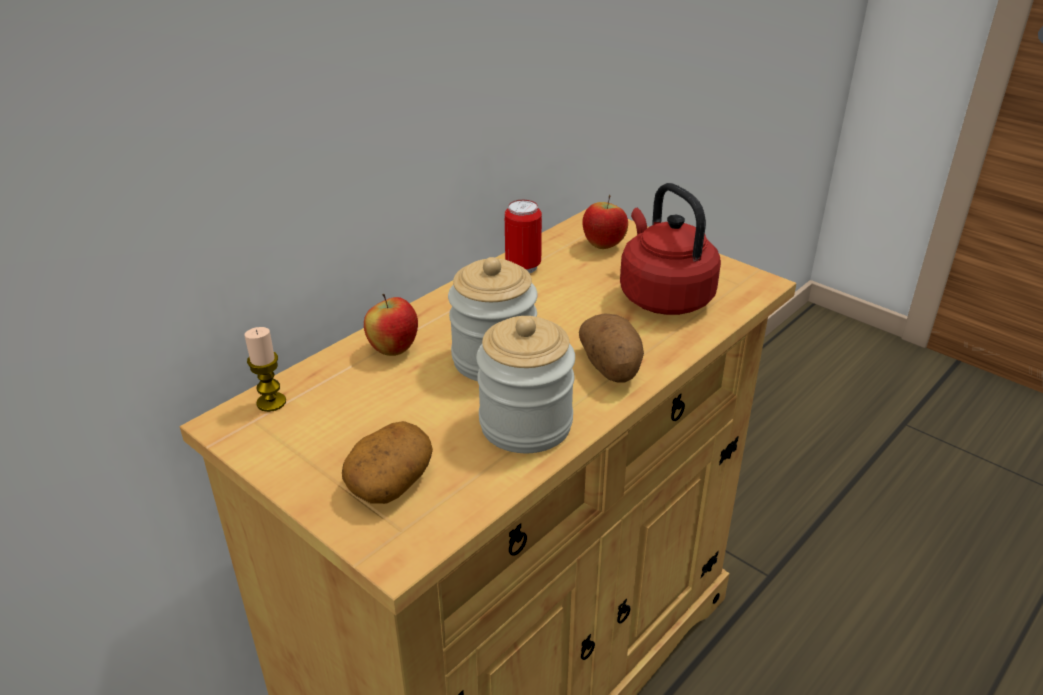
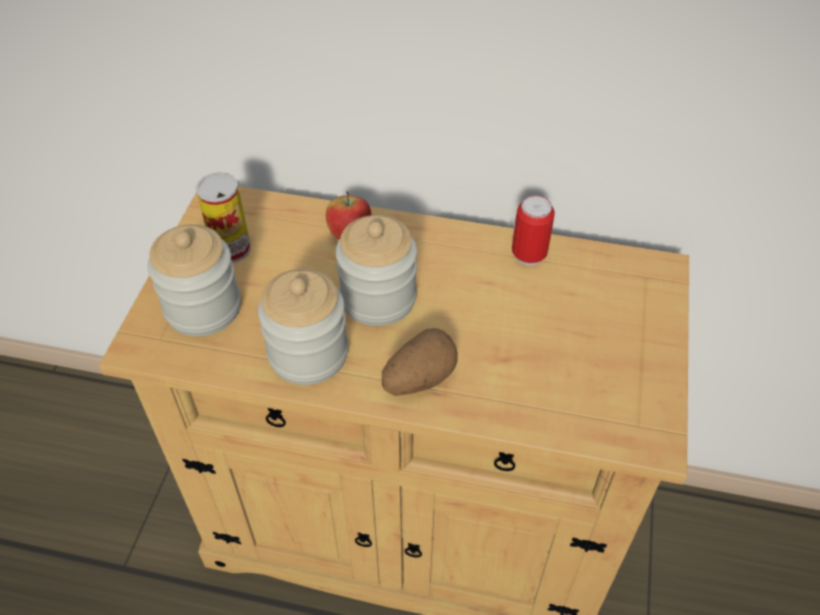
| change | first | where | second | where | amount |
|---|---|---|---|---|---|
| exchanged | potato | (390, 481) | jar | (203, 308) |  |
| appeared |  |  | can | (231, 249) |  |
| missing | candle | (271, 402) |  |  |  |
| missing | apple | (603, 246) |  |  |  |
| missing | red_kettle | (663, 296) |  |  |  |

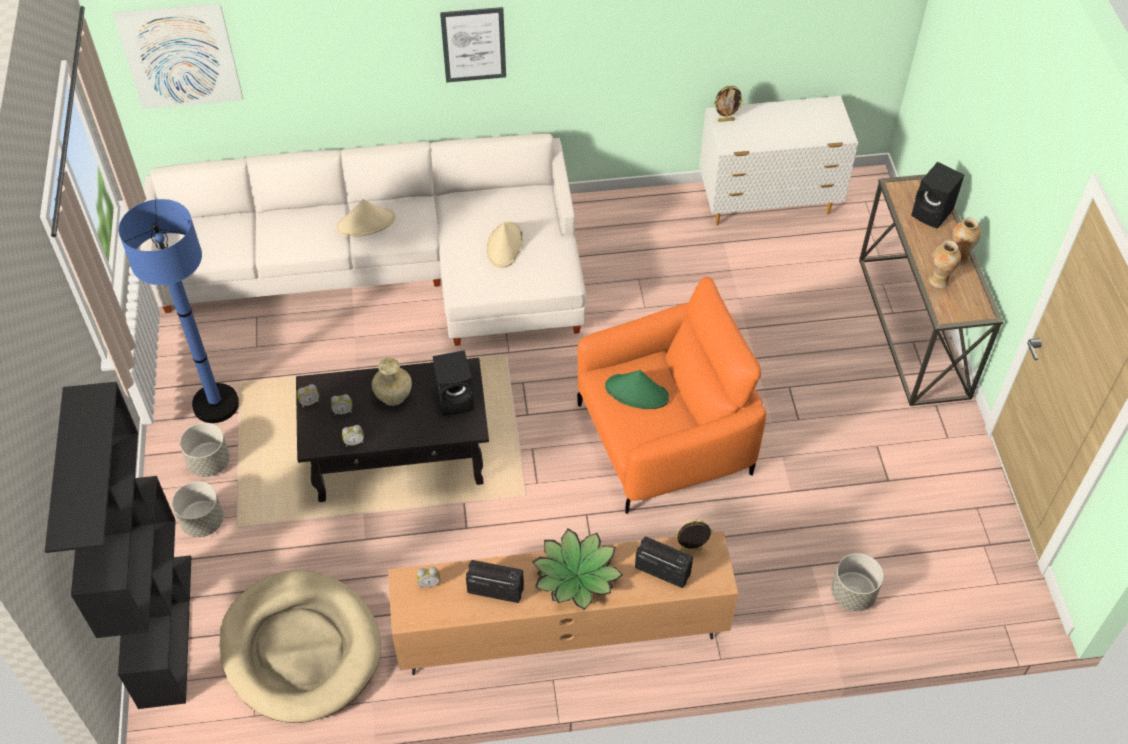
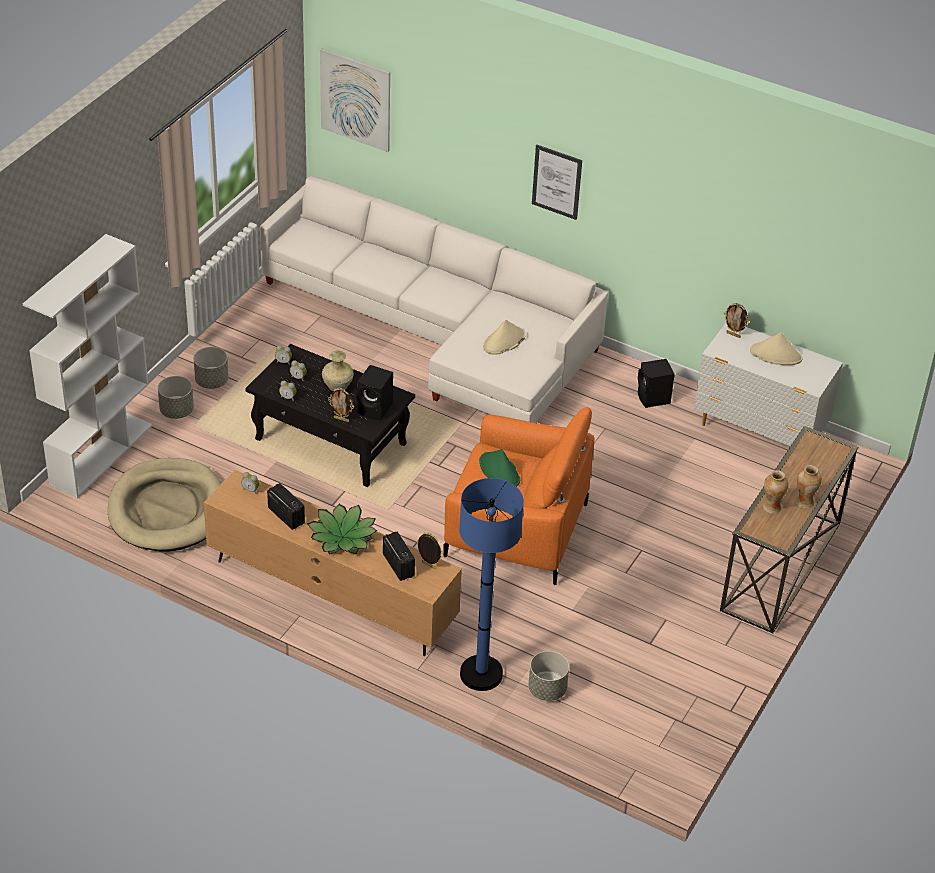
| change | first | where | second | where | amount |
|---|---|---|---|---|---|
| colour | black_bookcase | (164, 629) | white_bookcase | (101, 454) |  |
| appeared |  |  | picture_frame | (341, 419) |  |
| relocated | blue_floor_lamp | (216, 404) |  | (481, 674) |  |
| relocated | black_speaker | (933, 213) |  | (653, 399) |  |
| relocated | beige_hat | (366, 223) |  | (776, 355) |  |

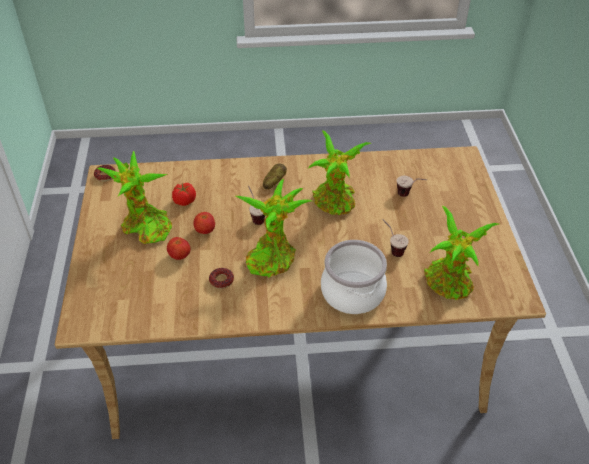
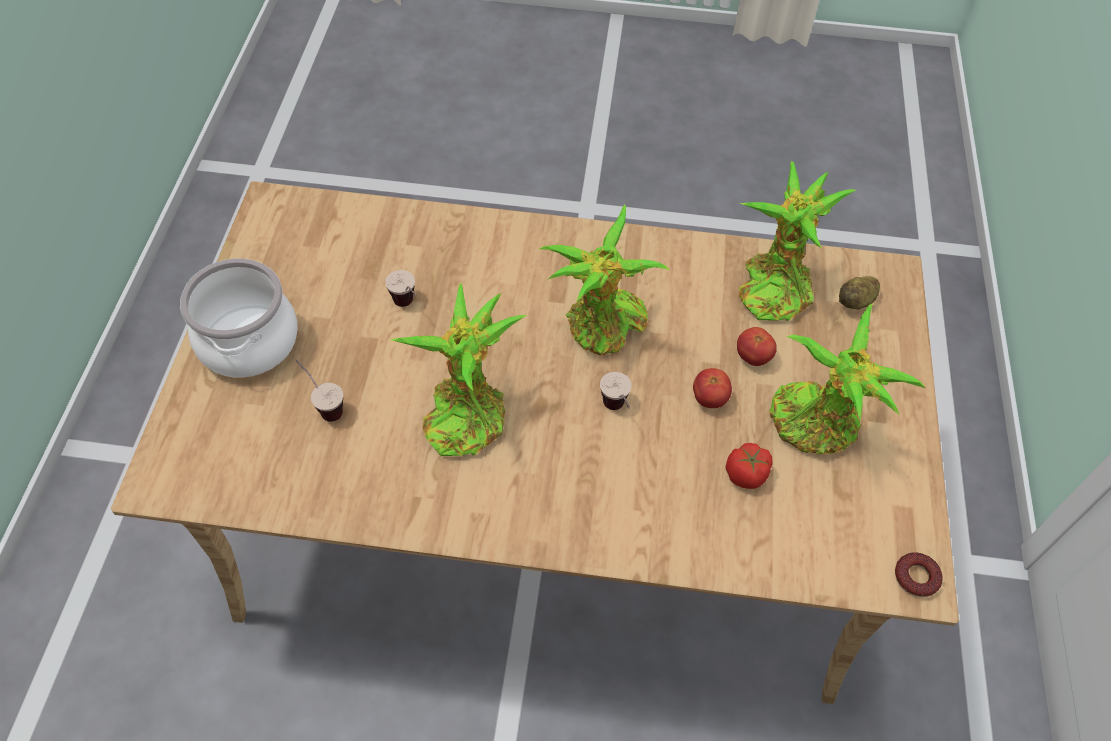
| change | first | where | second | where | amount |
|---|---|---|---|---|---|
| relocated | cooking_pot | (352, 292) |  | (249, 341) |  |
| relocated | potted_plant | (449, 284) |  | (774, 287) |  |
| relocated | potato | (274, 182) |  | (856, 302) |  |
| missing | donut | (221, 280) |  |  |  |

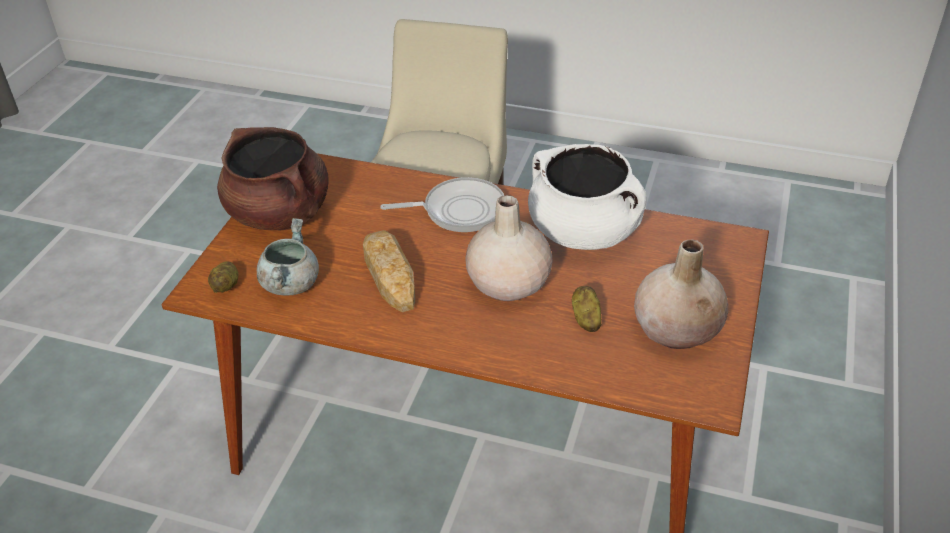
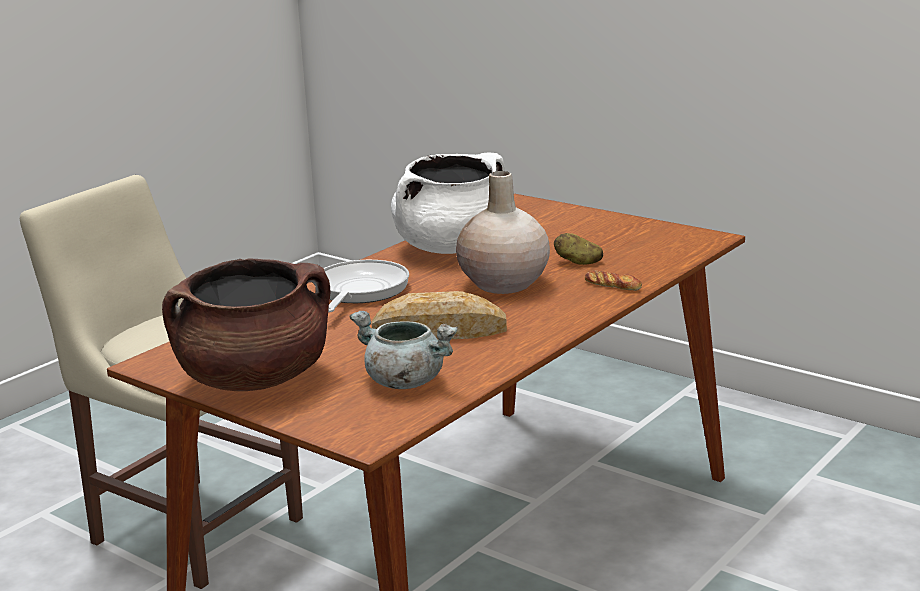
| change | first | where | second | where | amount |
|---|---|---|---|---|---|
| appeared |  |  | bread | (613, 285) |  |
| missing | potato | (226, 285) |  |  |  |
| missing | beige_vase | (677, 330) |  |  |  |

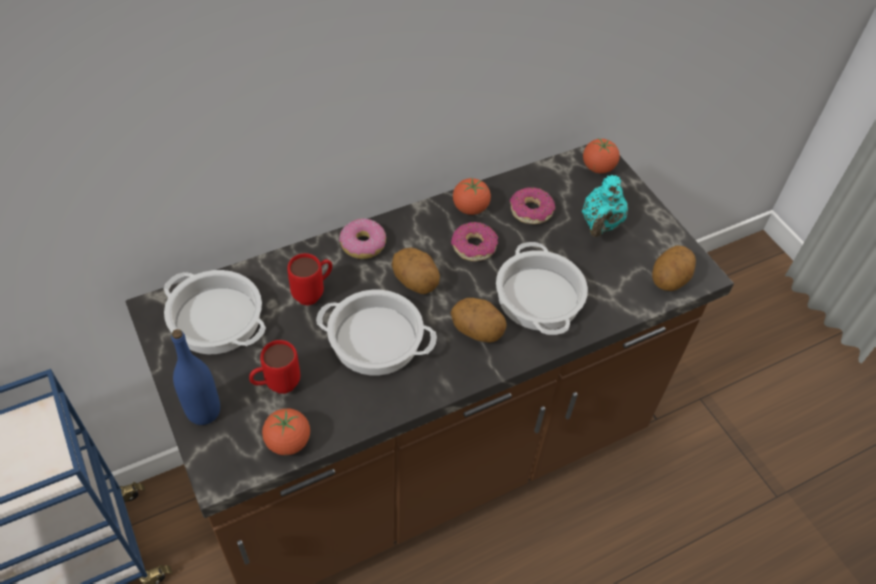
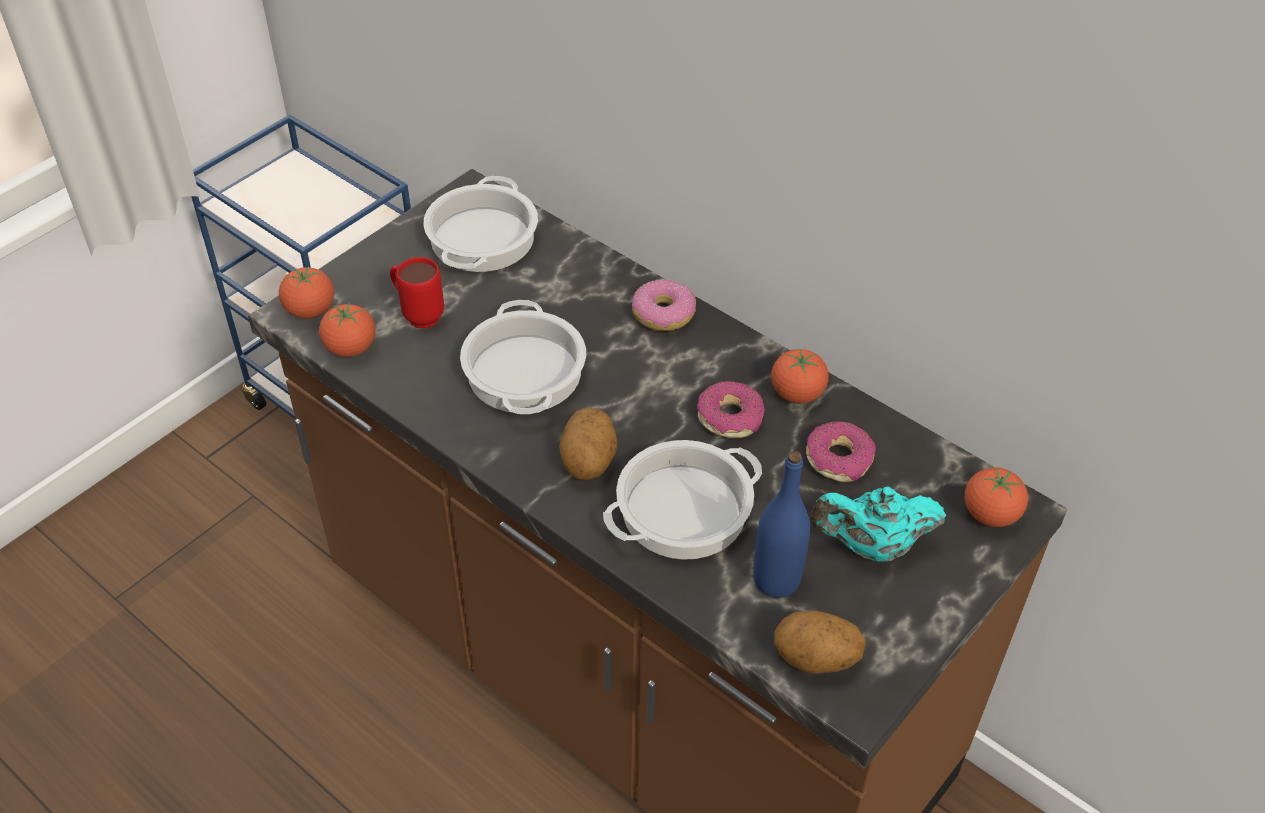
| change | first | where | second | where | amount |
|---|---|---|---|---|---|
| appeared |  |  | tomato | (310, 311) |  |
| relocated | blue_bottle | (203, 411) |  | (776, 580) |  |
| missing | red_mug | (314, 293) |  |  |  |
| missing | potato | (415, 282) |  |  |  |

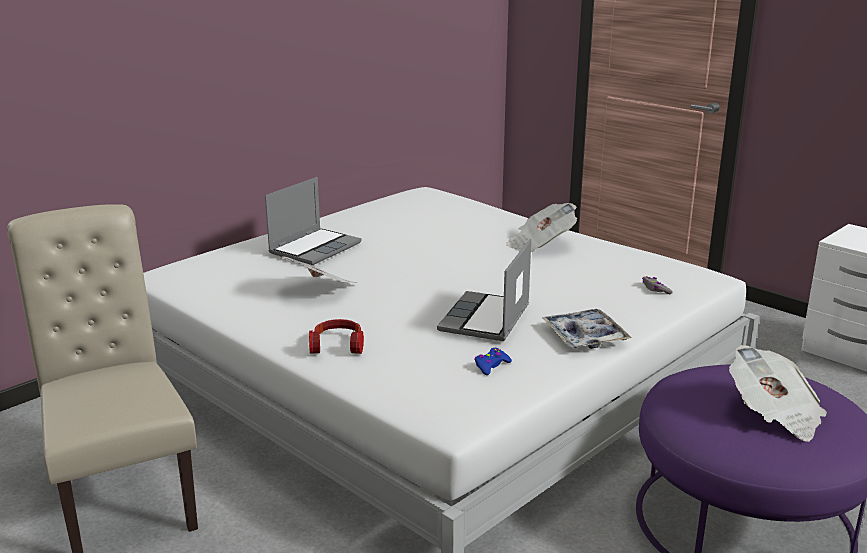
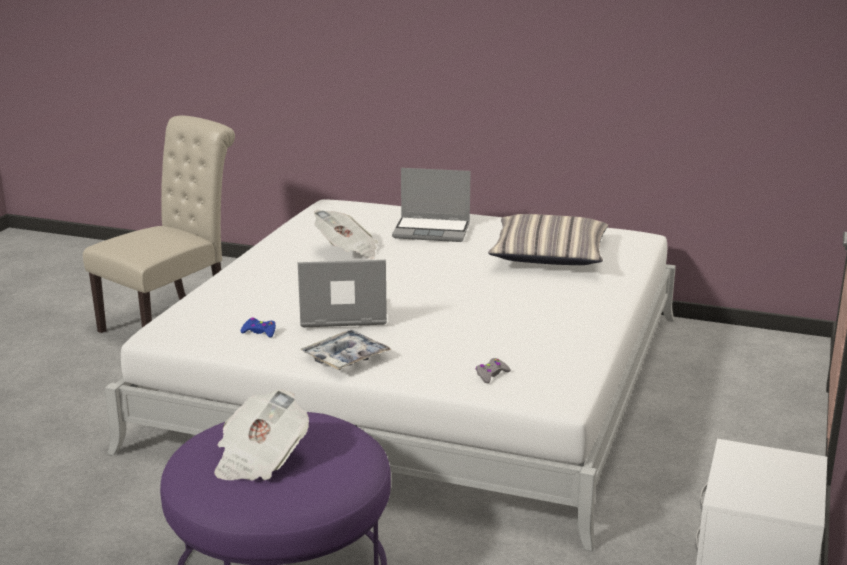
| change | first | where | second | where | amount |
|---|---|---|---|---|---|
| appeared |  |  | pillow | (549, 255) |  |
| missing | headphones | (337, 345) |  |  |  |
| missing | newspaper | (540, 245) |  |  |  |

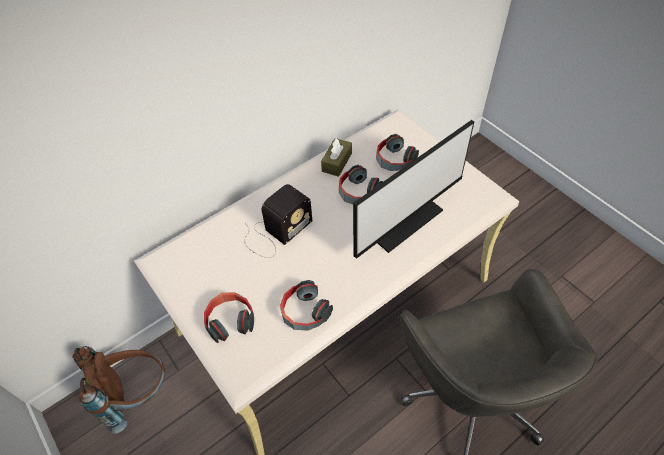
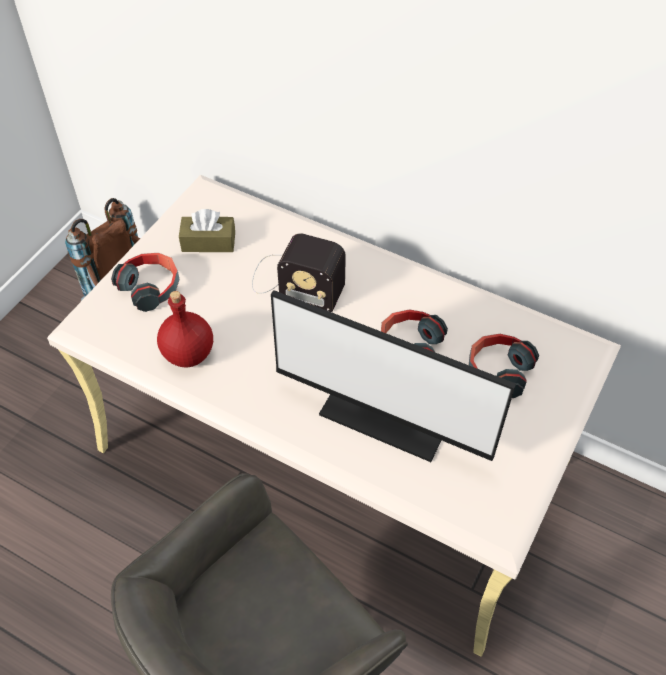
| change | first | where | second | where | amount |
|---|---|---|---|---|---|
| exchanged | headphones | (304, 312) | red_bottle | (188, 353) |  |
| relocated | brown_tissue_box | (337, 162) |  | (208, 242) |  |

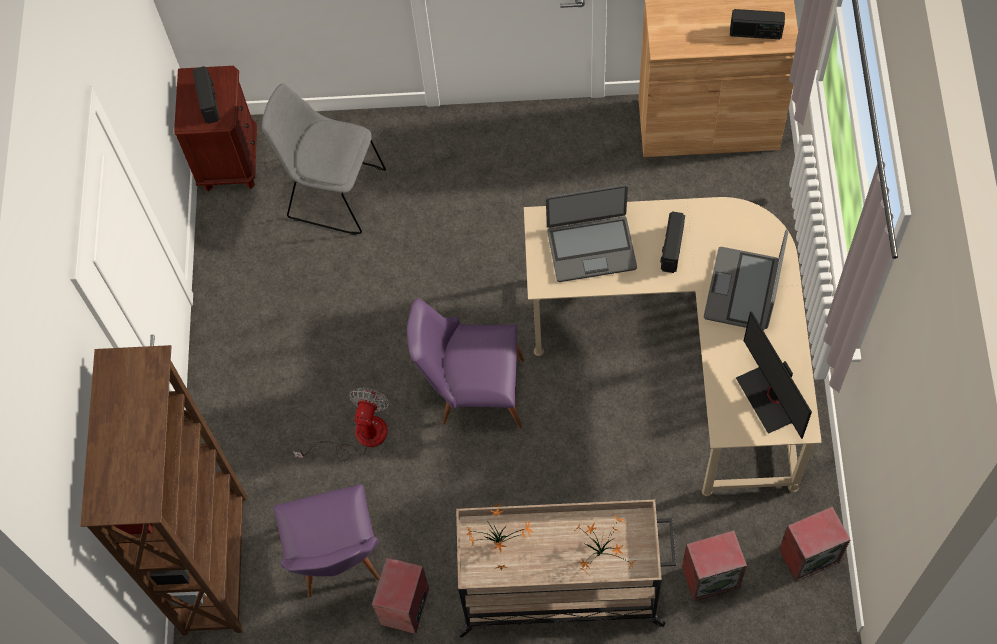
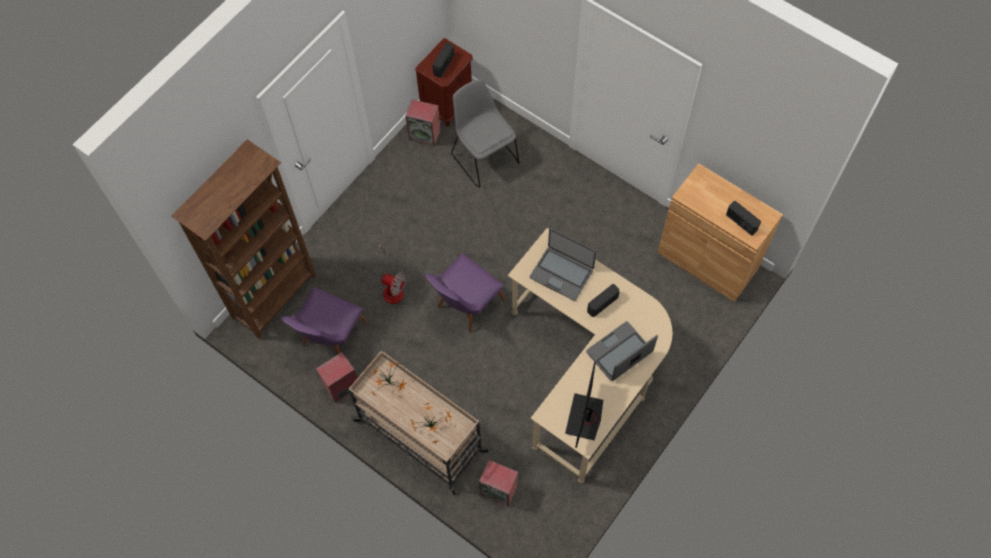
| change | first | where | second | where | amount |
|---|---|---|---|---|---|
| spun | fan | (359, 436) |  | (391, 287) | 60 degrees clockwise |
| relocated | speaker | (809, 555) |  | (425, 134) |  |
| spun | purple_chair | (472, 390) |  | (465, 306) | 90 degrees counterclockwise |

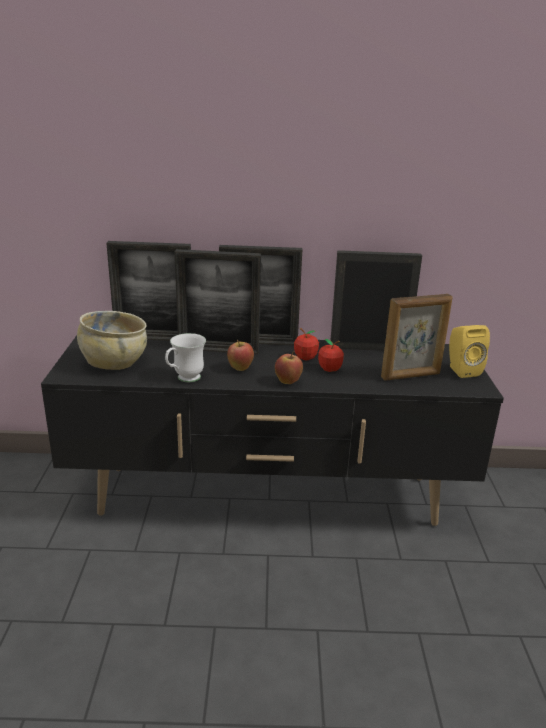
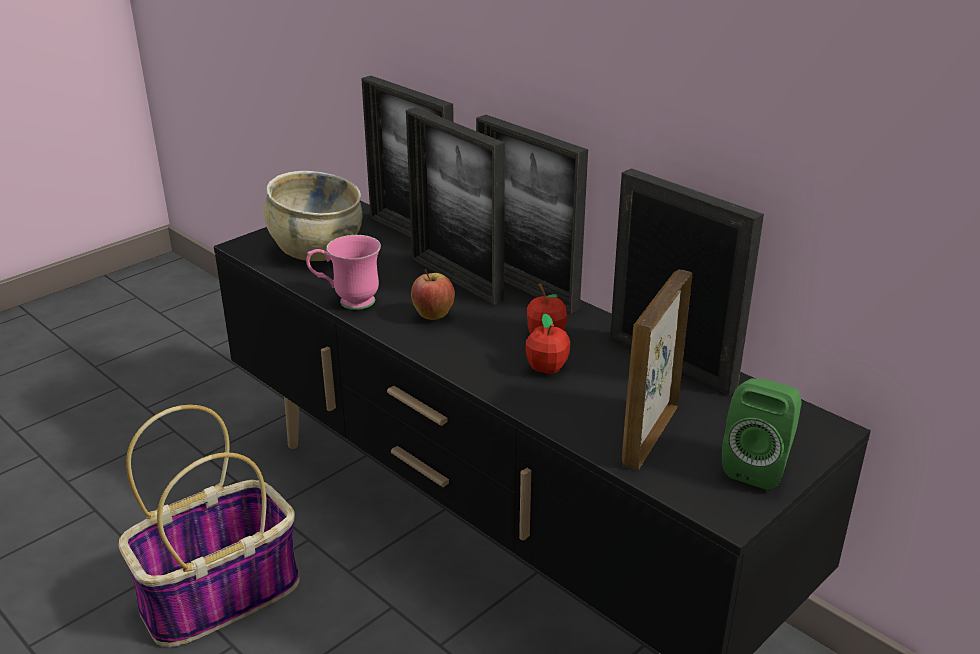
| change | first | where | second | where | amount |
|---|---|---|---|---|---|
| appeared |  |  | basket | (221, 593) |  |
| colour | white_mug | (184, 379) | pink_mug | (347, 302) |  |
| spun | picture_frame | (411, 376) |  | (649, 435) | 90 degrees clockwise |
| colour | yellow_speaker | (461, 370) | green_speaker | (758, 466) |  |
| missing | apple | (288, 382) |  |  |  |

